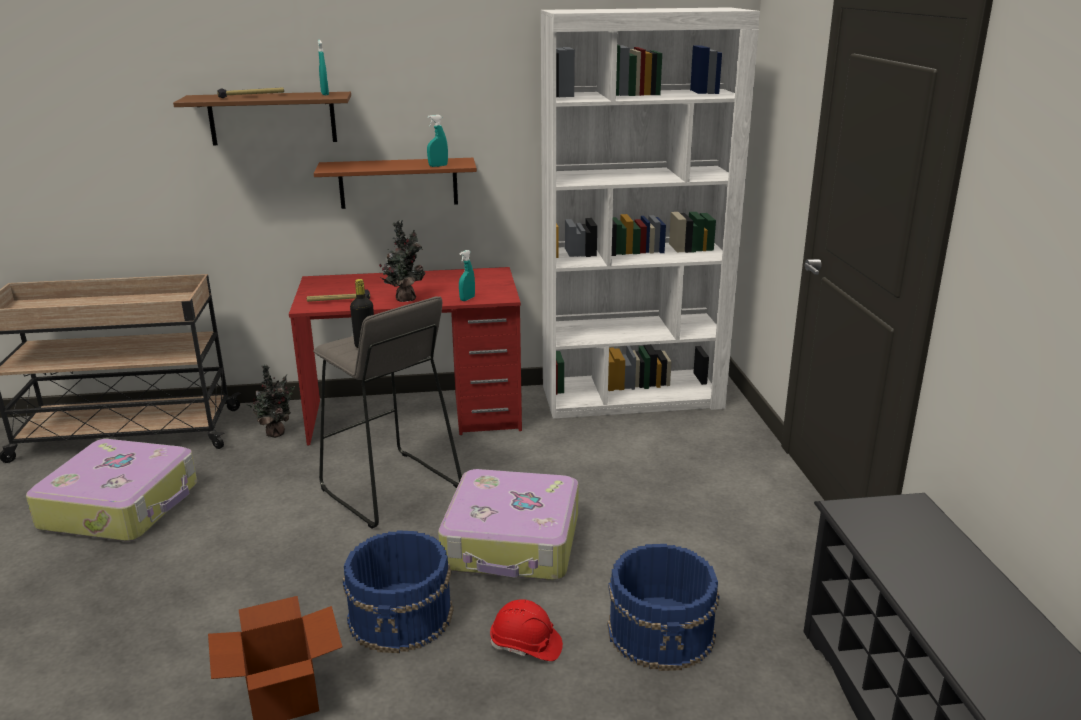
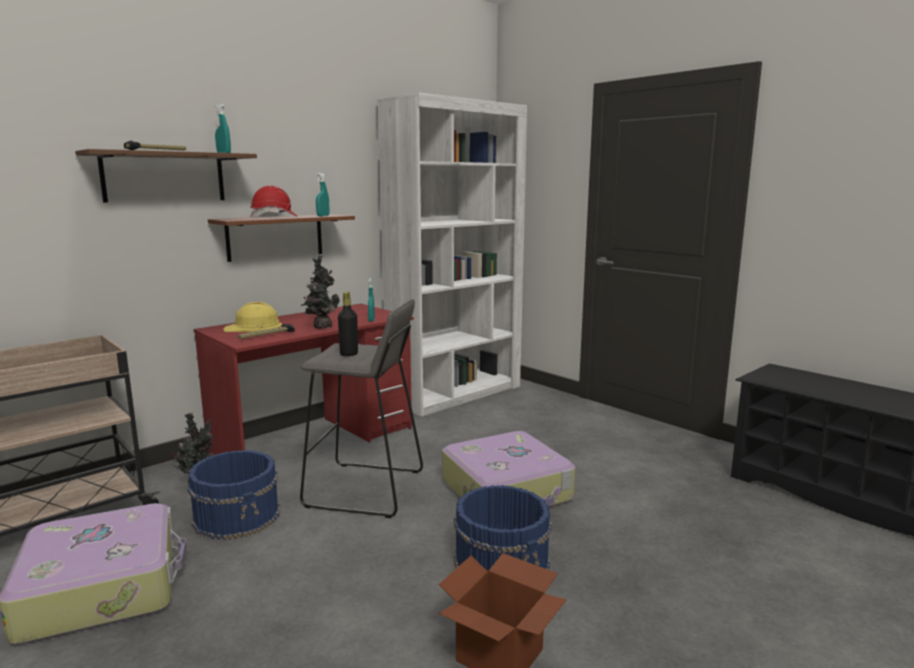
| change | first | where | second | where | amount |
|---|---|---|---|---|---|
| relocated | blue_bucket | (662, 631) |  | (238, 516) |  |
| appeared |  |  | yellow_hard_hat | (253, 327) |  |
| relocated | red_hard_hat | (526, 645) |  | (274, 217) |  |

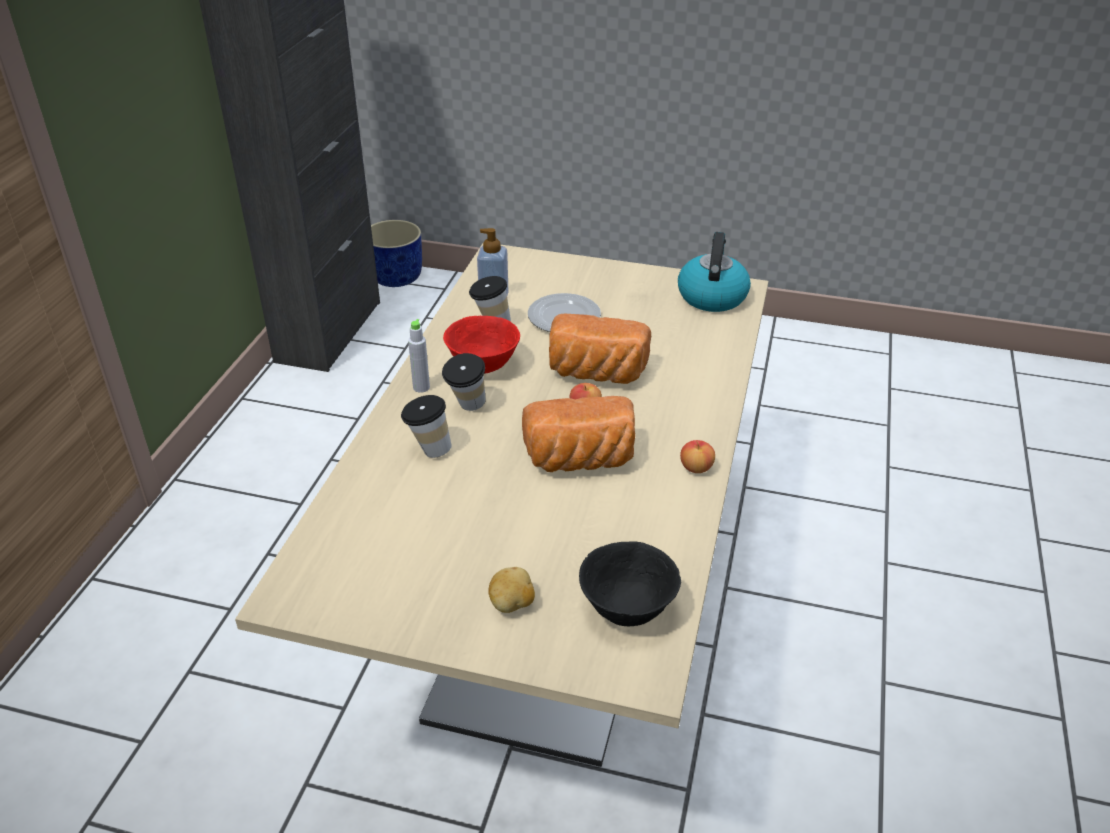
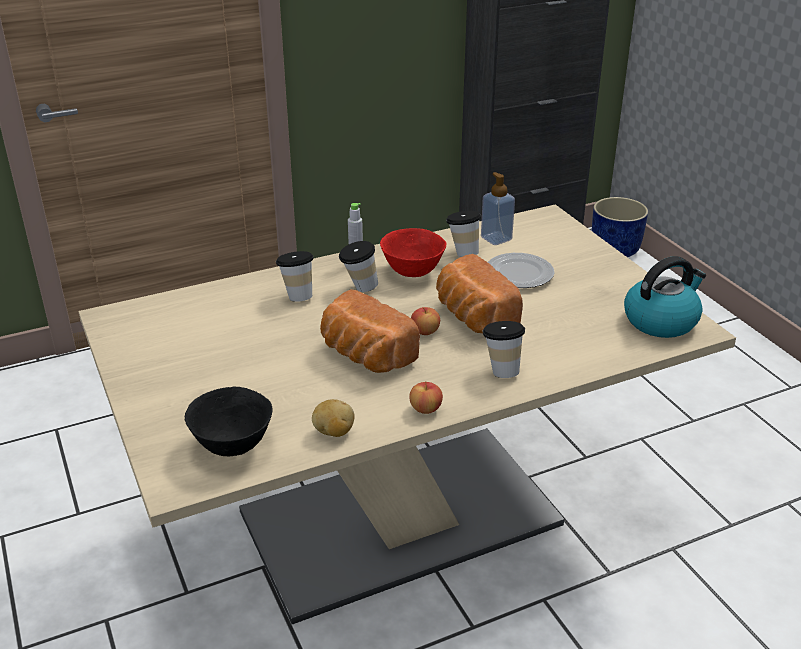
| change | first | where | second | where | amount |
|---|---|---|---|---|---|
| relocated | potato | (512, 604) |  | (333, 432) |  |
| appeared |  |  | cup | (501, 370) |  |

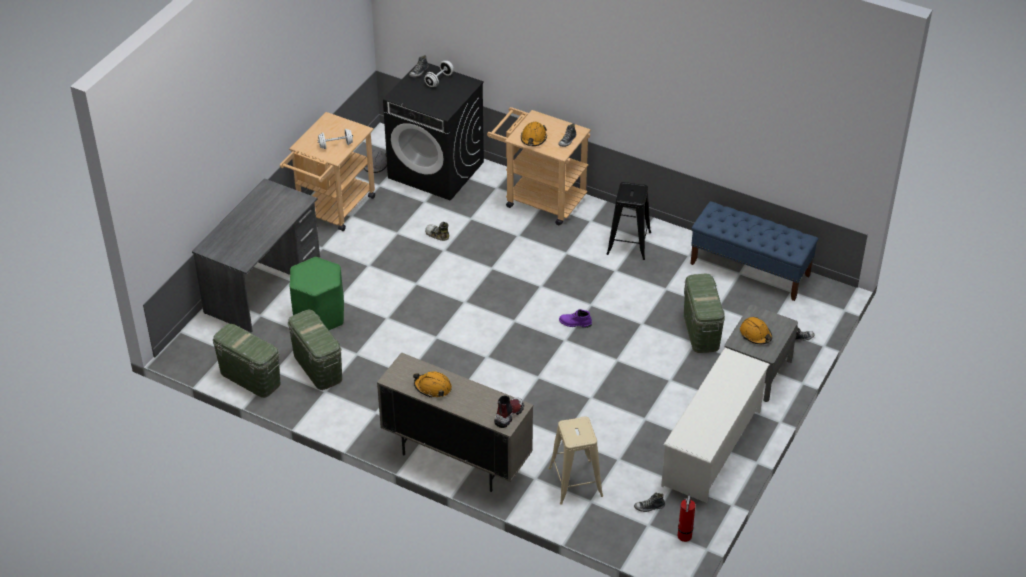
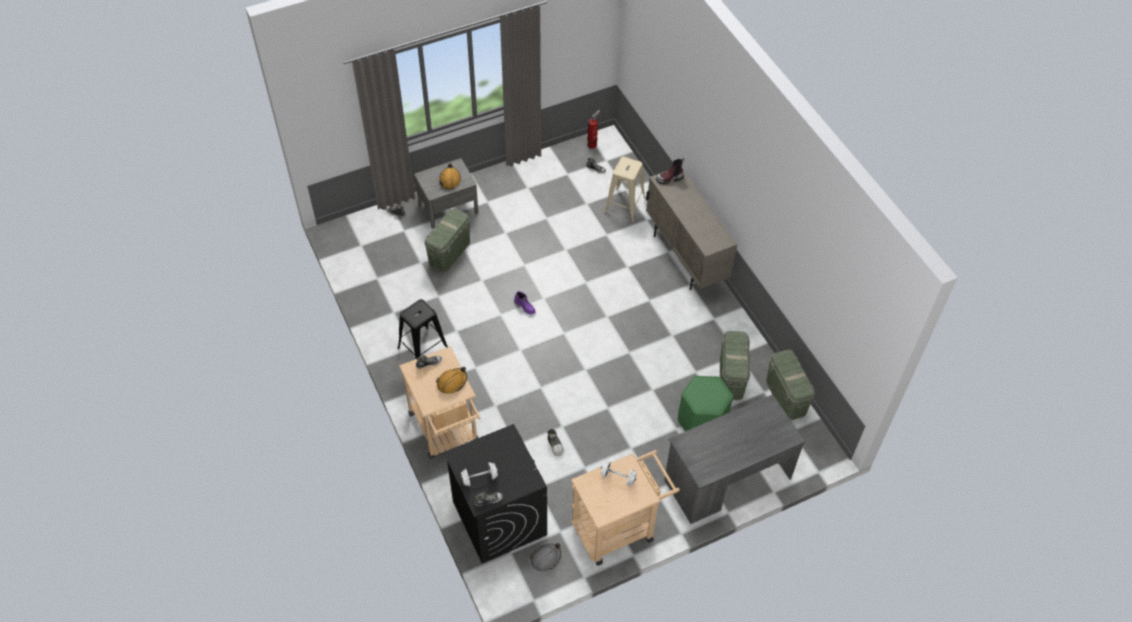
| change | first | where | second | where | amount |
|---|---|---|---|---|---|
| missing | orange_hard_hat | (433, 387) |  |  |  |
| missing | white_shoe_rack | (712, 448) |  |  |  |
| missing | blue_bench | (750, 269) |  |  |  |

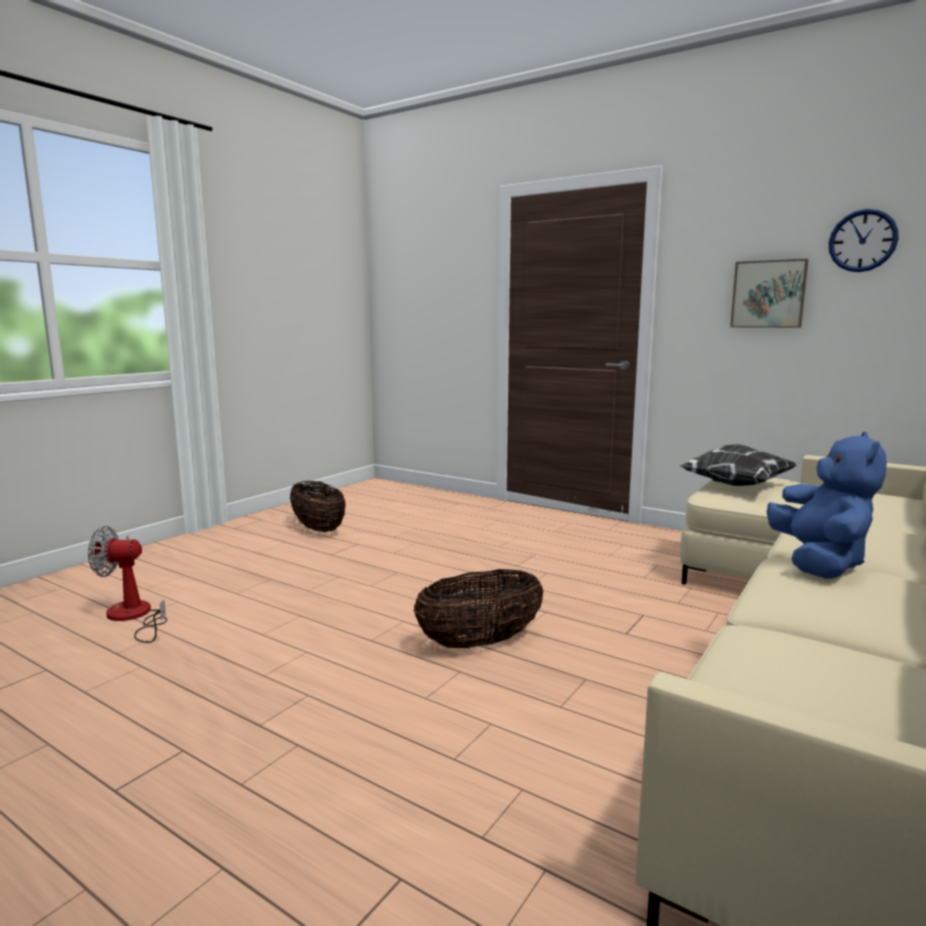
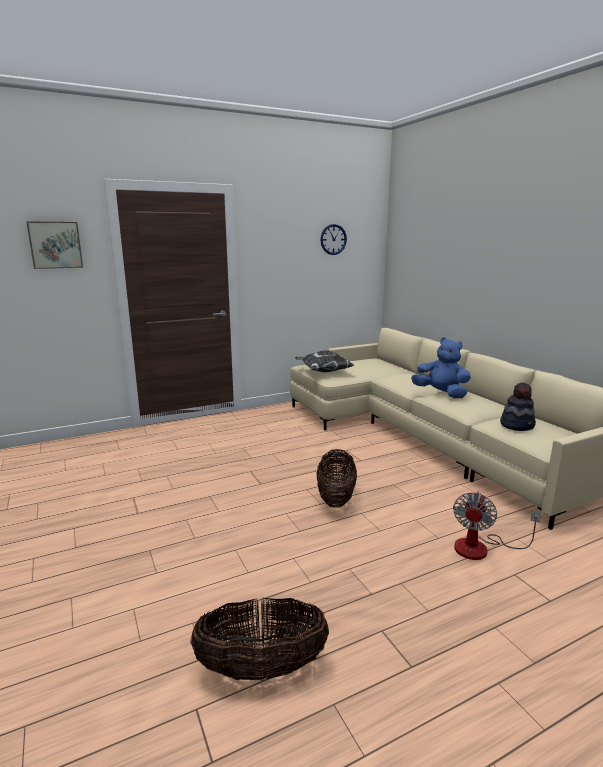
| change | first | where | second | where | amount |
|---|---|---|---|---|---|
| relocated | picture | (768, 294) |  | (55, 245) |  |
| relocated | basket | (318, 529) |  | (261, 668) |  |
| relocated | fan | (134, 617) |  | (481, 548) |  |
| appeared |  |  | hat | (517, 425) |  |

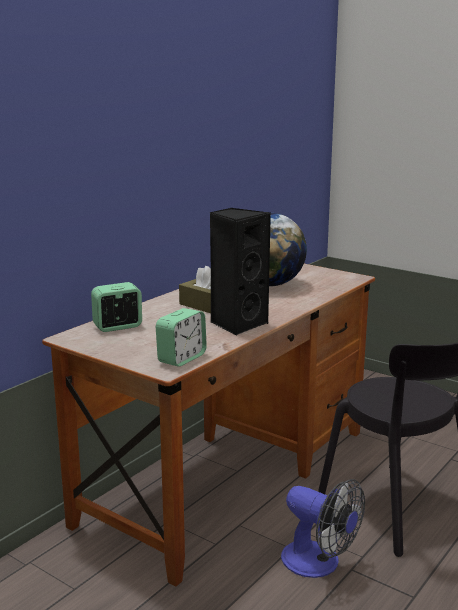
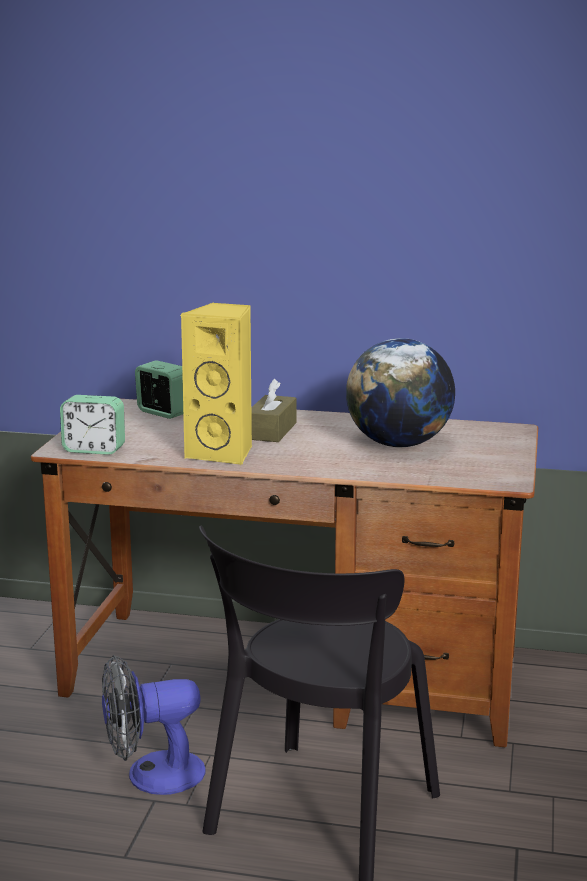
| change | first | where | second | where | amount |
|---|---|---|---|---|---|
| spun | fan | (319, 563) |  | (152, 775) | 60 degrees clockwise |
| colour | black_speaker | (237, 324) | yellow_speaker | (223, 453) |  |

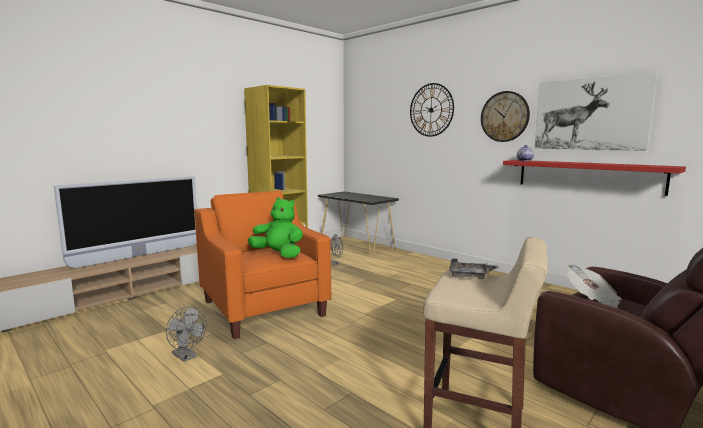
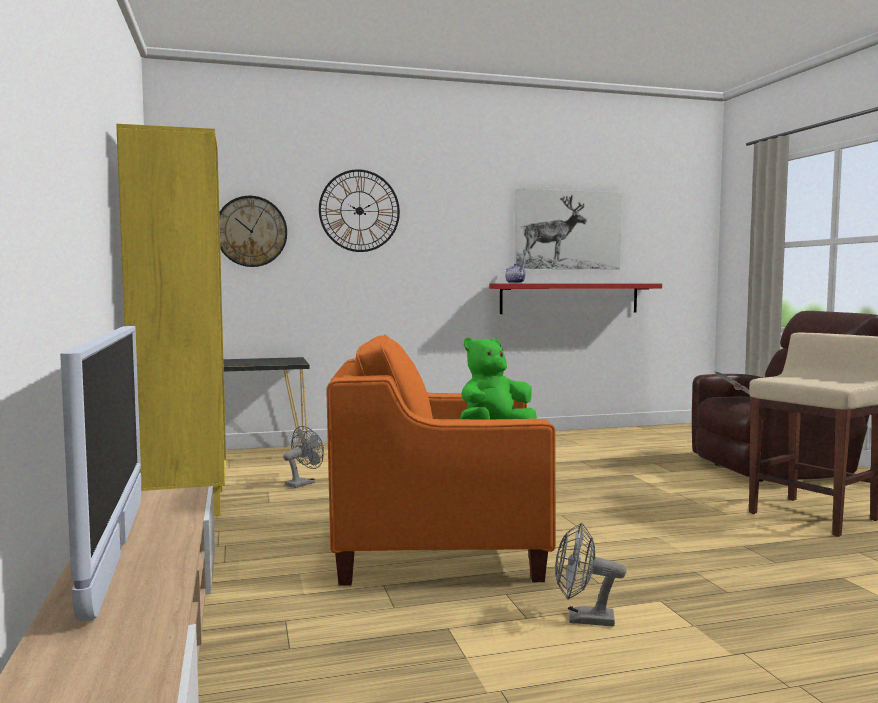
| change | first | where | second | where | amount |
|---|---|---|---|---|---|
| relocated | wall_clock | (504, 116) |  | (251, 231) |  |
| spun | grey_fan | (187, 356) |  | (583, 619) | 150 degrees counterclockwise |
| missing | grey_tray | (470, 276) |  |  |  |

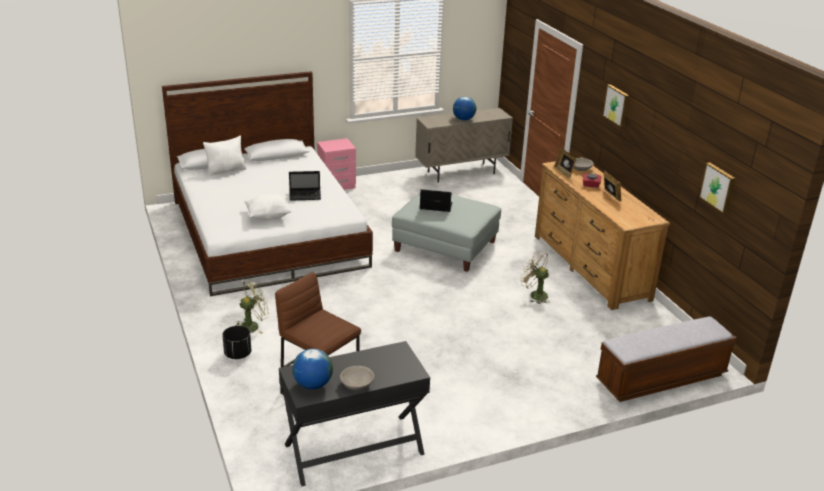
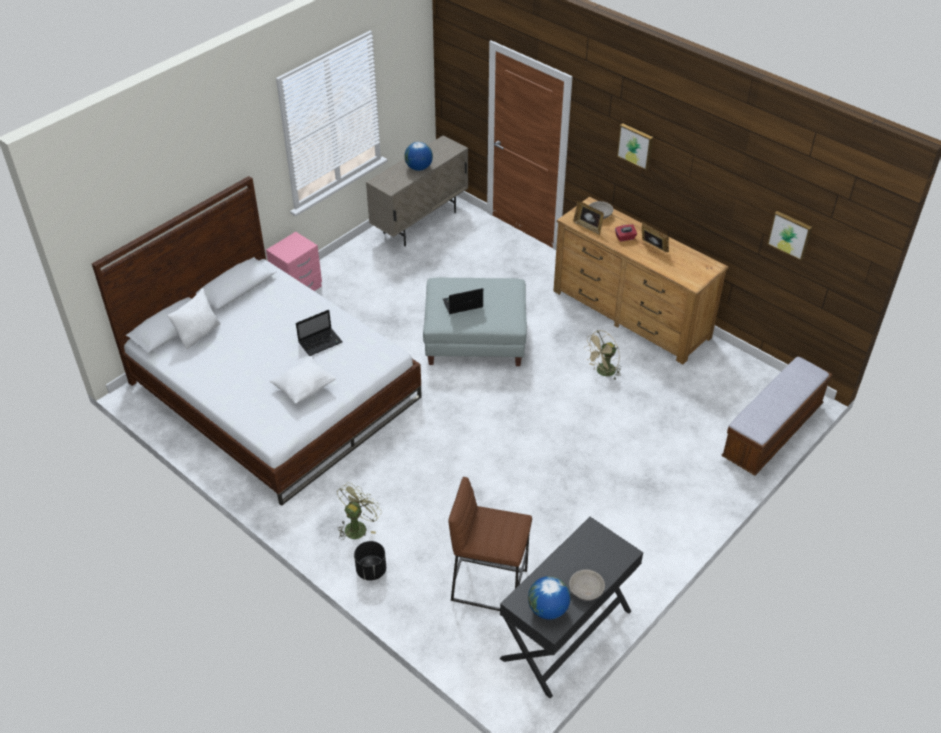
| change | first | where | second | where | amount |
|---|---|---|---|---|---|
| spun | beige_fan | (534, 295) |  | (603, 372) | 45 degrees counterclockwise |

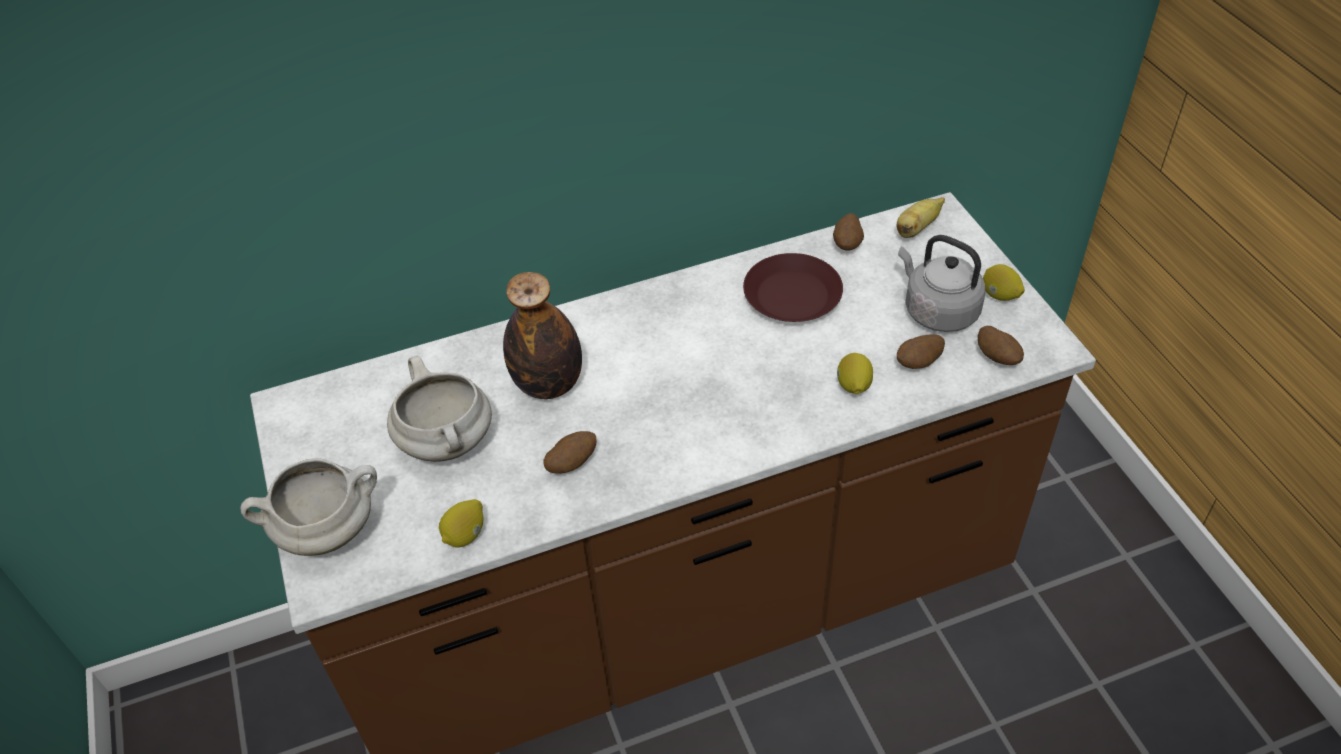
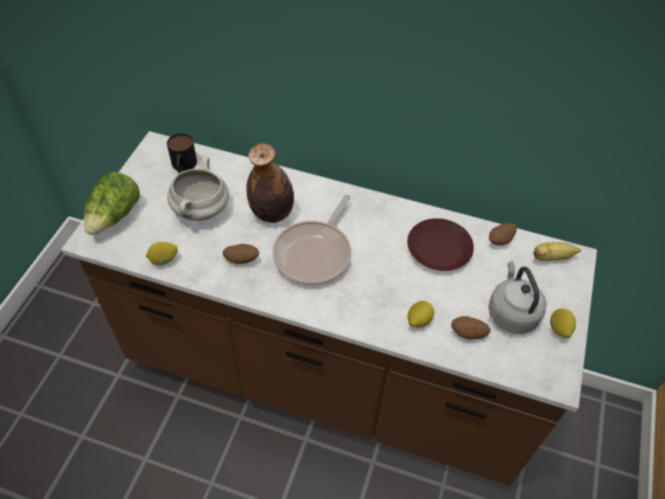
| change | first | where | second | where | amount |
|---|---|---|---|---|---|
| exchanged | white_cooking_pot | (328, 530) | lettuce | (115, 216) |  |
| appeared |  |  | mug | (183, 167) |  |
| appeared |  |  | frying_pan | (315, 253) |  |
| missing | potato | (997, 358) |  |  |  |

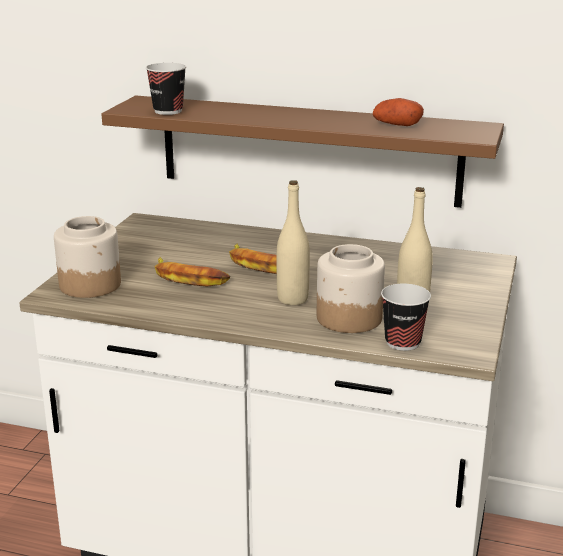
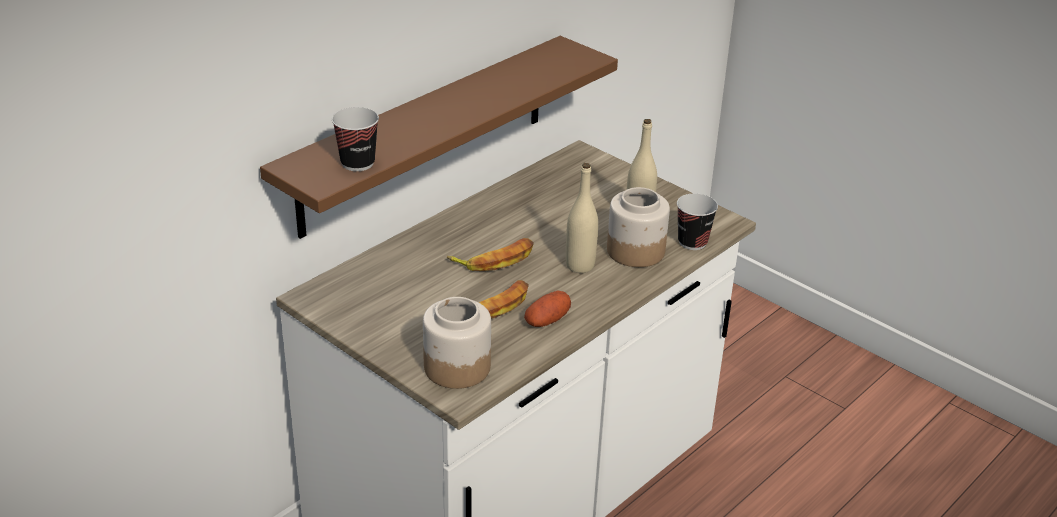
| change | first | where | second | where | amount |
|---|---|---|---|---|---|
| relocated | potato | (396, 125) |  | (547, 320) |  |

